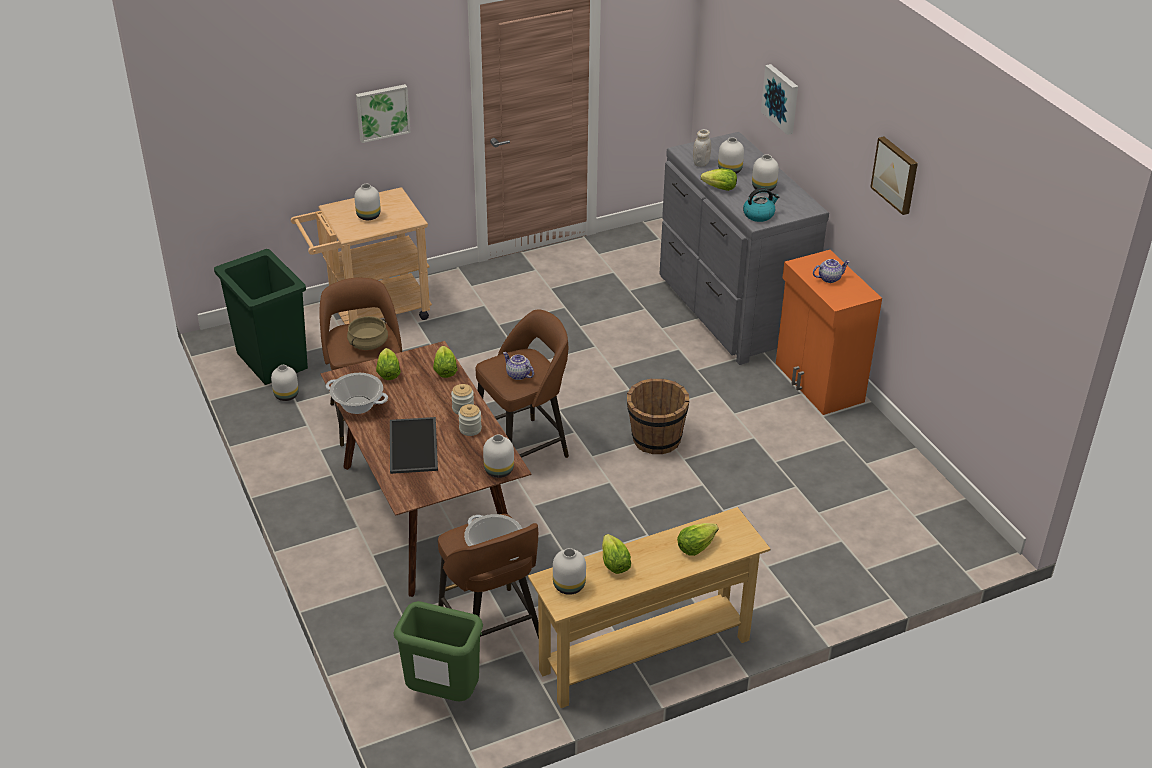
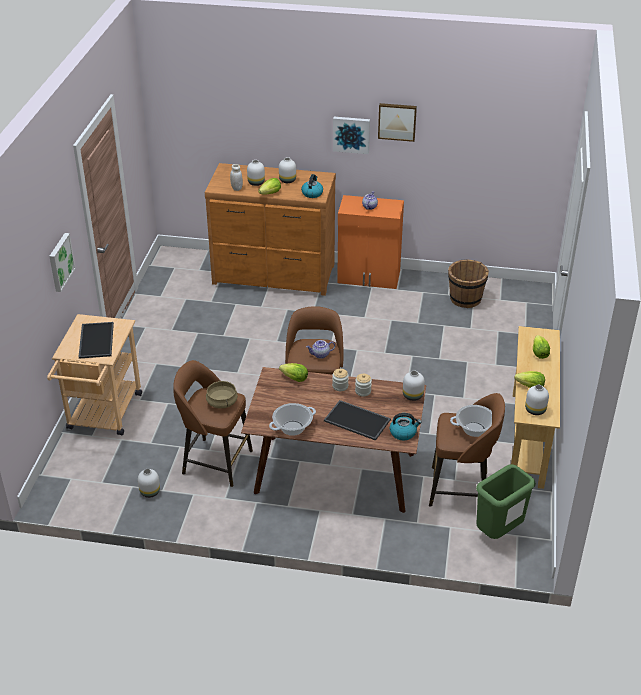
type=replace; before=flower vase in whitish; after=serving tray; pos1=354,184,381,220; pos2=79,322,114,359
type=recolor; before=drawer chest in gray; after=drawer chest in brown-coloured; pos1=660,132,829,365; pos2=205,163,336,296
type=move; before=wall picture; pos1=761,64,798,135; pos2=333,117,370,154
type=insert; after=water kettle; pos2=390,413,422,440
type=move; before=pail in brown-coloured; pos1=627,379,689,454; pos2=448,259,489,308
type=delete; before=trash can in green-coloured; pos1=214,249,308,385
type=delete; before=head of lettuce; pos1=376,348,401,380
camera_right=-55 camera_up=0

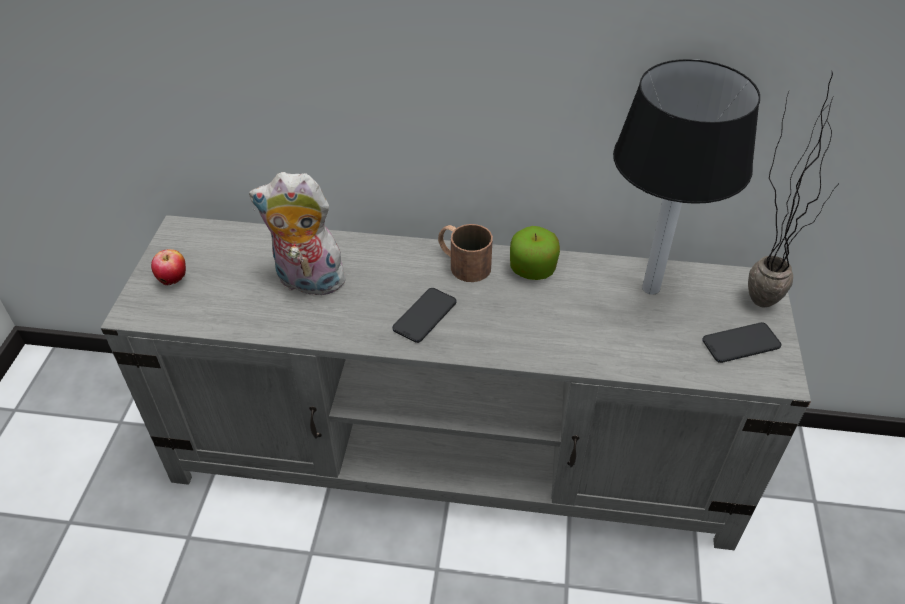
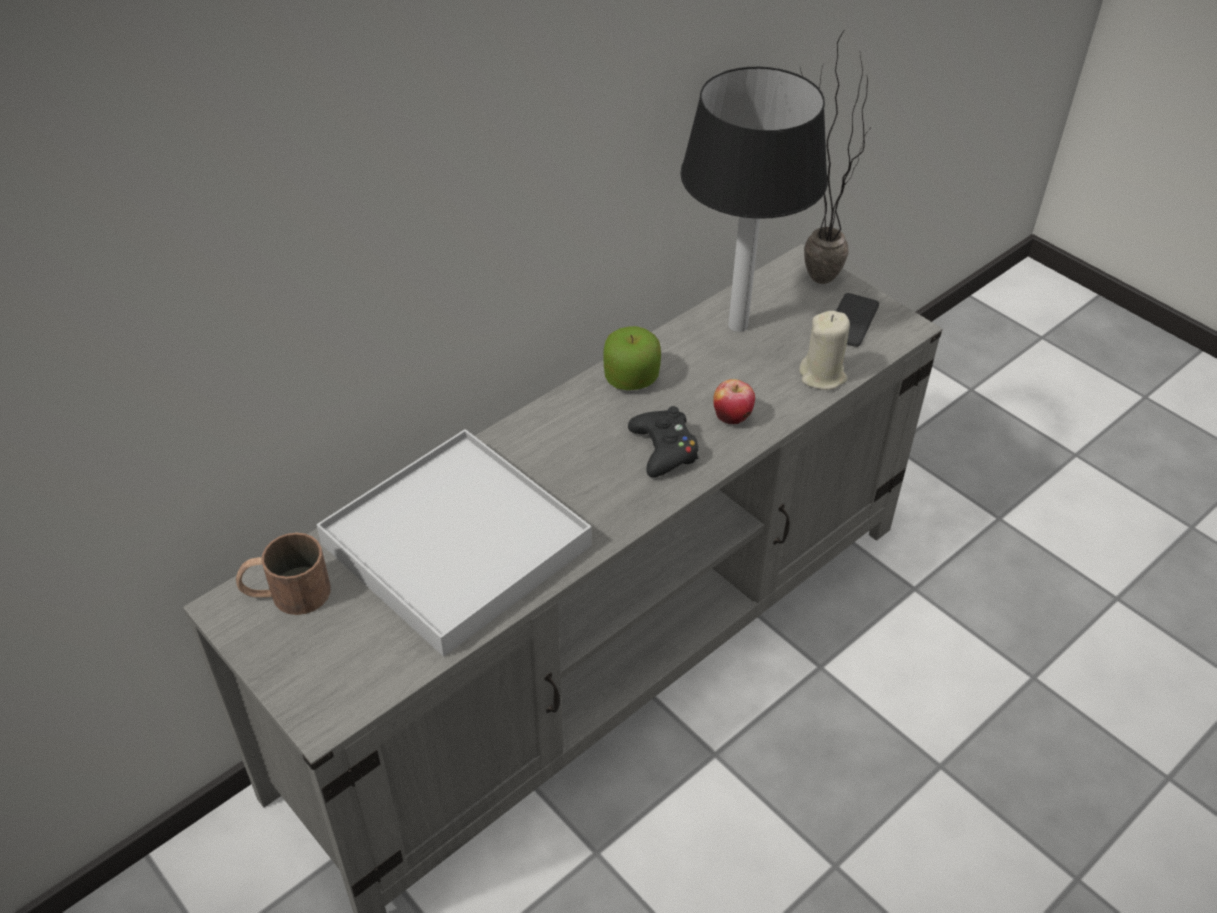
type=move; before=tea mug in brown-coloured; pos1=438,224,493,282; pos2=236,533,331,615
type=replace; before=plush toy; after=serving tray in whitish; pos1=249,172,346,296; pos2=316,429,592,657
type=insert; after=gamepad in black; pos2=628,406,699,477
type=move; before=whole apple; pos1=151,249,186,285; pos2=713,379,755,425
type=insert; after=wax light in beige-coloured; pos2=799,311,850,390
type=delete; before=handset; pos1=392,288,456,343
camera_right=-50 camera_up=0

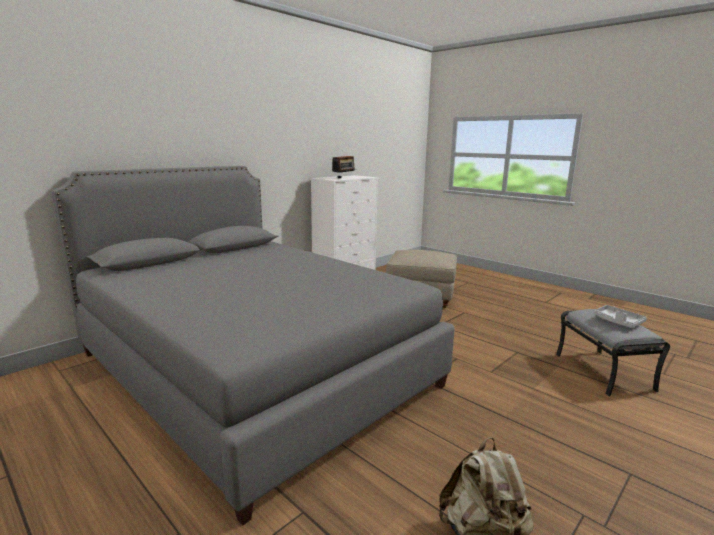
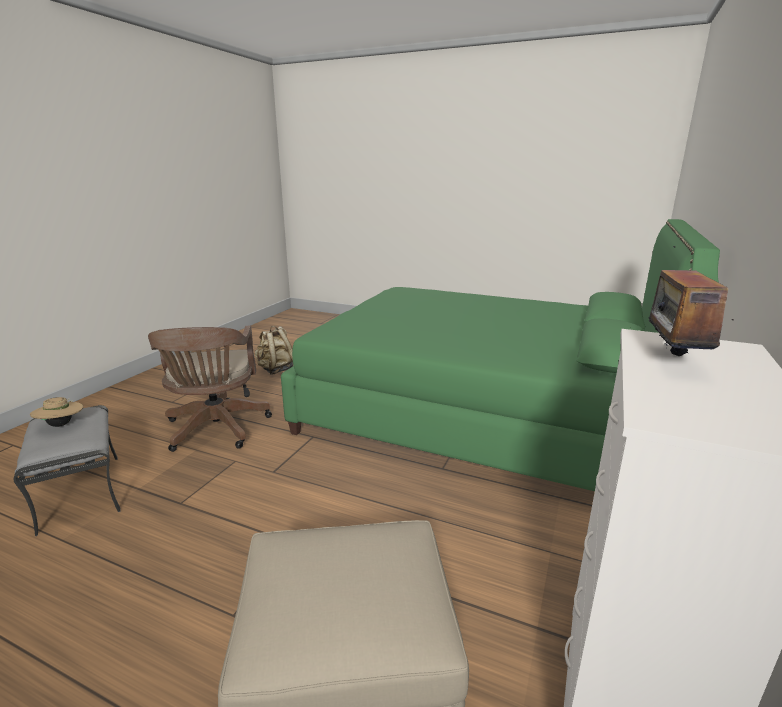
type=replace; before=serving tray in gray; after=hat in beige-coloured; pos1=595,305,647,328; pos2=30,397,83,427
type=insert; after=office chair in brown-coloured; pos2=148,326,272,452
type=recolor; before=bedroom bed in gray; after=bedroom bed in green-coloured; pos1=52,166,455,525; pos2=281,219,720,491
camera_right=160 camera_up=5

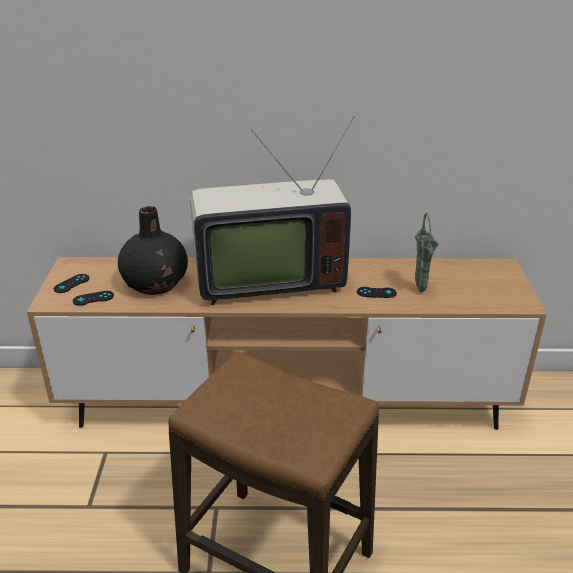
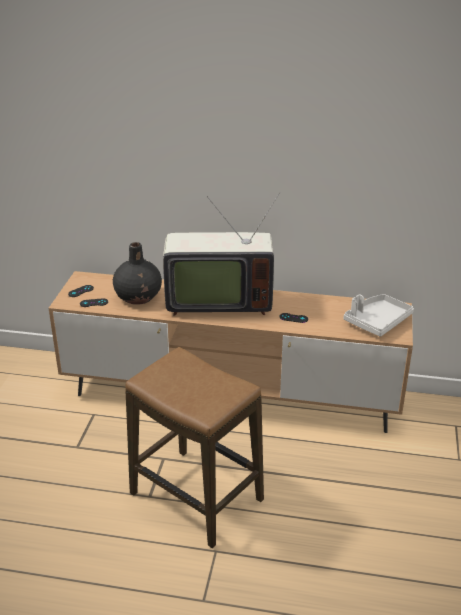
type=insert; after=serving tray in gray; pos2=344,294,414,337
type=delete; before=flower vase in green-coloured; pos1=415,213,439,292
camera_right=10 camera_up=0

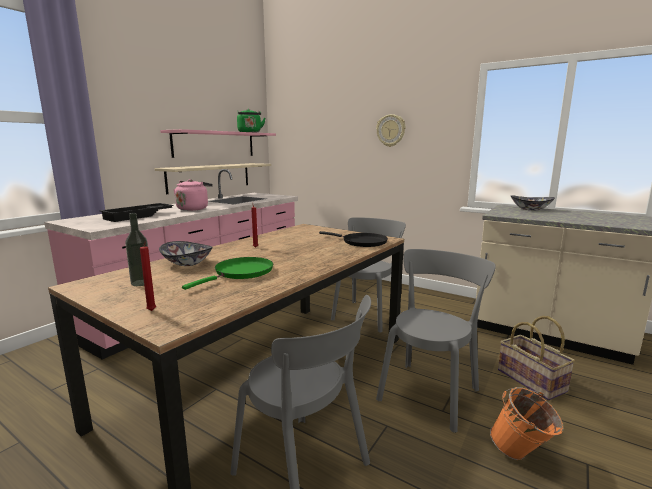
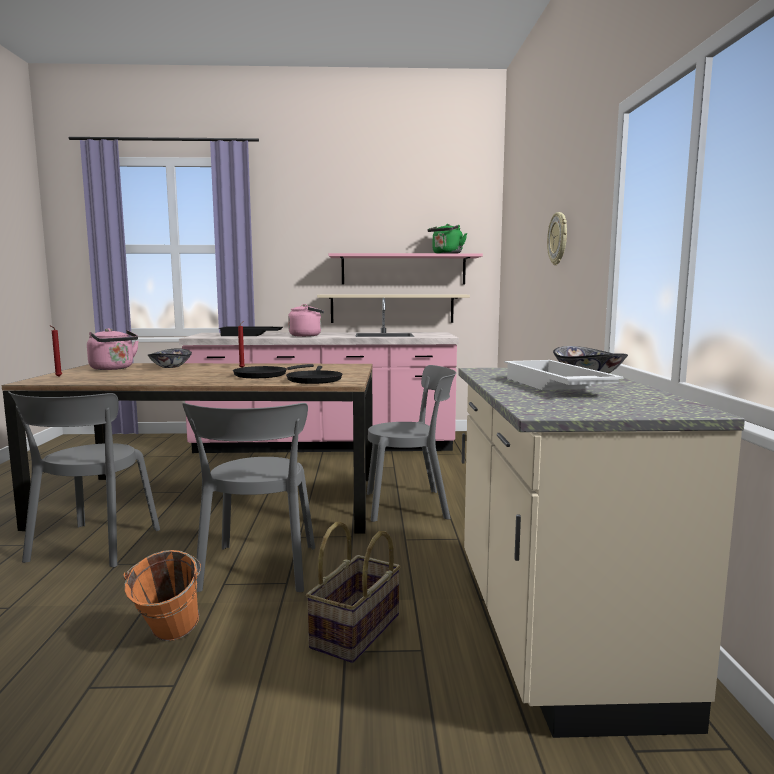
type=replace; before=drink bottle; after=water kettle in pink; pos1=125,213,148,286; pos2=87,328,139,370
type=rotate; before=plain chair in gray; pos1=376,249,496,433; pos2=183,403,315,592; turn=90
type=insert; after=pan in black; pos2=233,364,314,378
type=insert; after=serving tray in whitish; pos2=504,360,624,390
type=delete; before=pan in green-coloured; pos1=182,257,273,290
camera_right=55 camera_up=-5

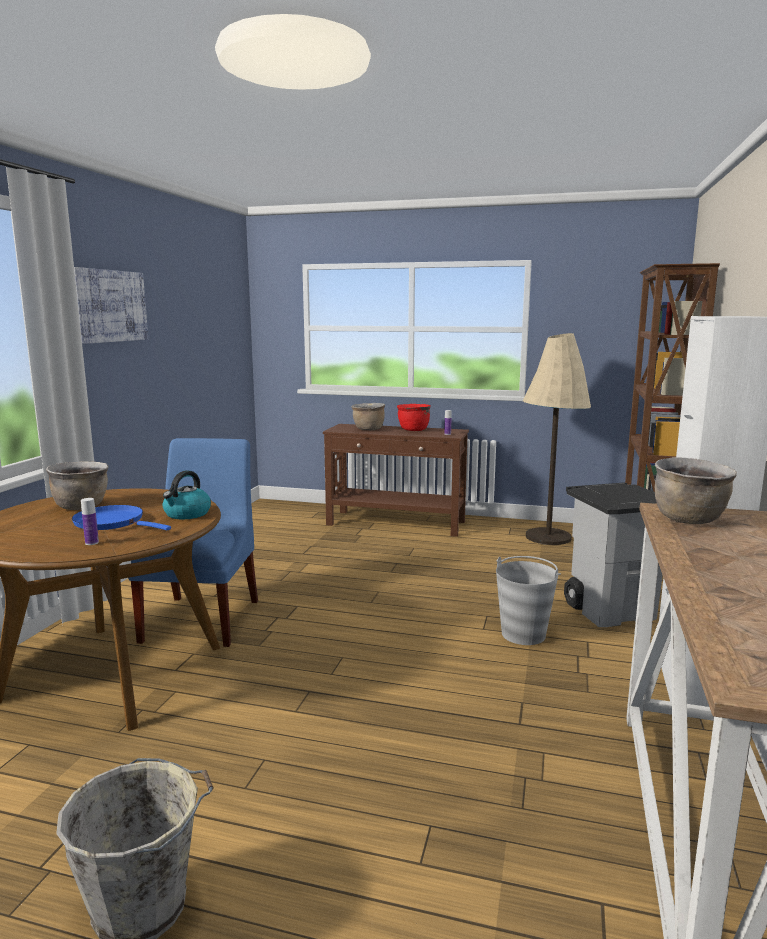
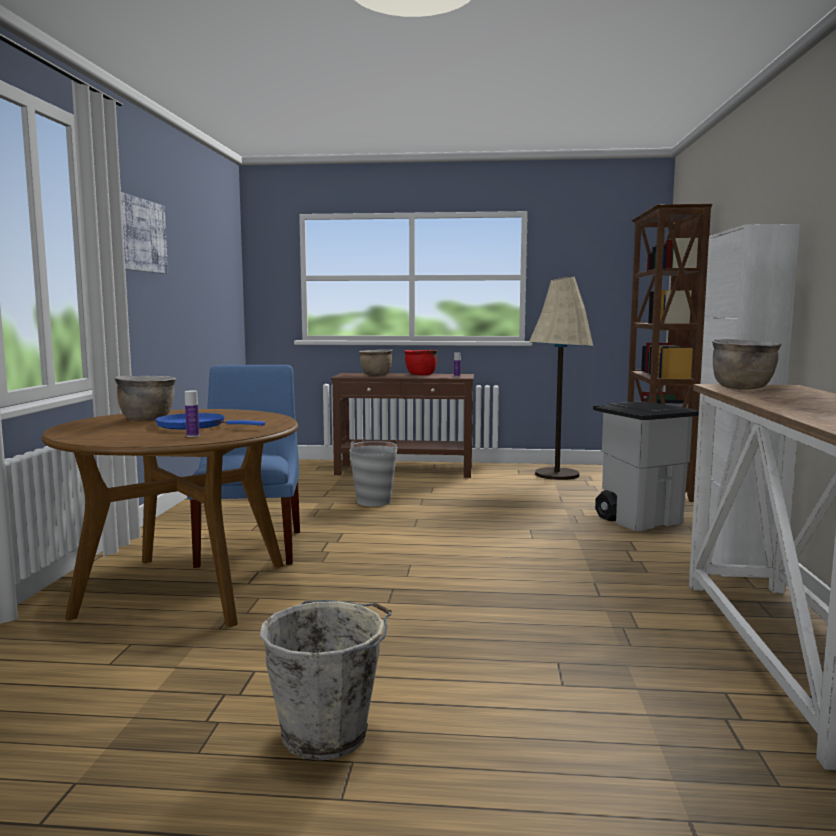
type=move; before=pail in gray; pos1=496,556,561,645; pos2=349,441,398,506
type=delete; before=water kettle; pos1=163,470,211,519
camera_right=-10 camera_up=-5

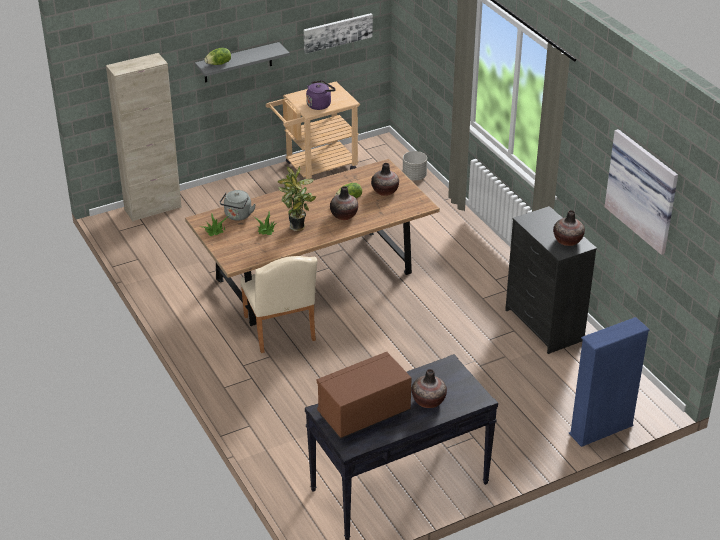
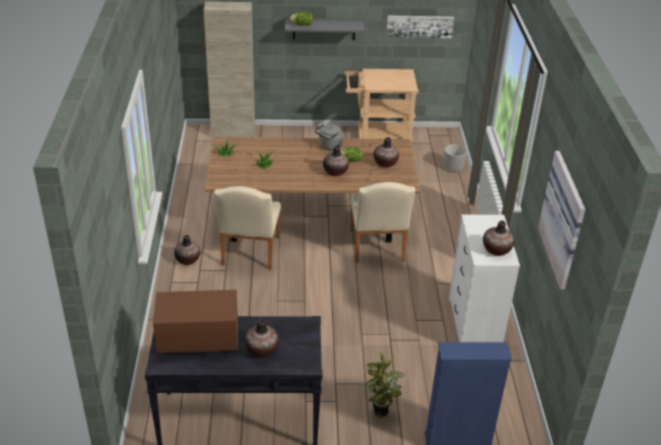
type=insert; after=flower vase; pos2=174,235,200,265
type=move; before=water kettle in gray; pos1=220,190,256,221; pos2=315,124,343,151
type=insert; after=plain chair in beige-coloured; pos2=350,182,416,263
type=move; before=plant in a pot; pos1=278,166,316,231; pos2=364,352,405,418
type=recolor; before=drawer chest in black; after=drawer chest in whitish; pos1=505,206,597,354; pos2=449,215,520,342
type=delete; before=water kettle in purple; pos1=306,80,336,110
camera_right=25 camera_up=0

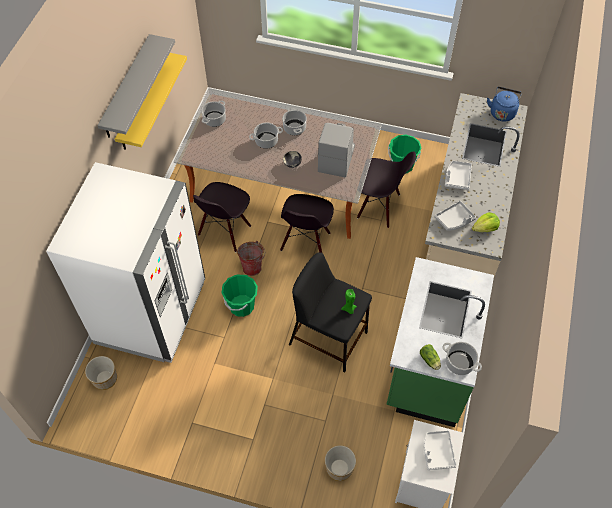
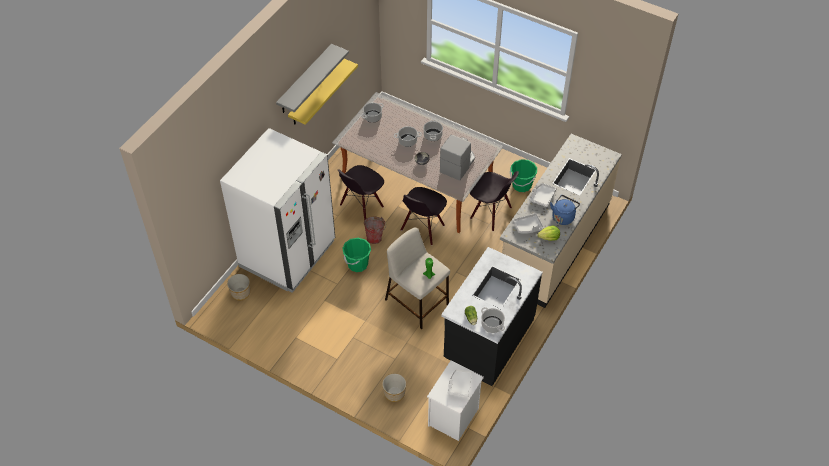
type=recolor; before=stool seat in black; after=stool seat in beige-coloured; pos1=289,252,372,372; pos2=385,228,450,329
type=recolor; before=kitchen counter in green-coloured; after=kitchen counter in black; pos1=387,257,494,427; pos2=441,247,543,386
type=move; before=water kettle in bluish; pos1=487,87,522,121; pos2=550,195,580,225
camera_right=15 camera_up=-5

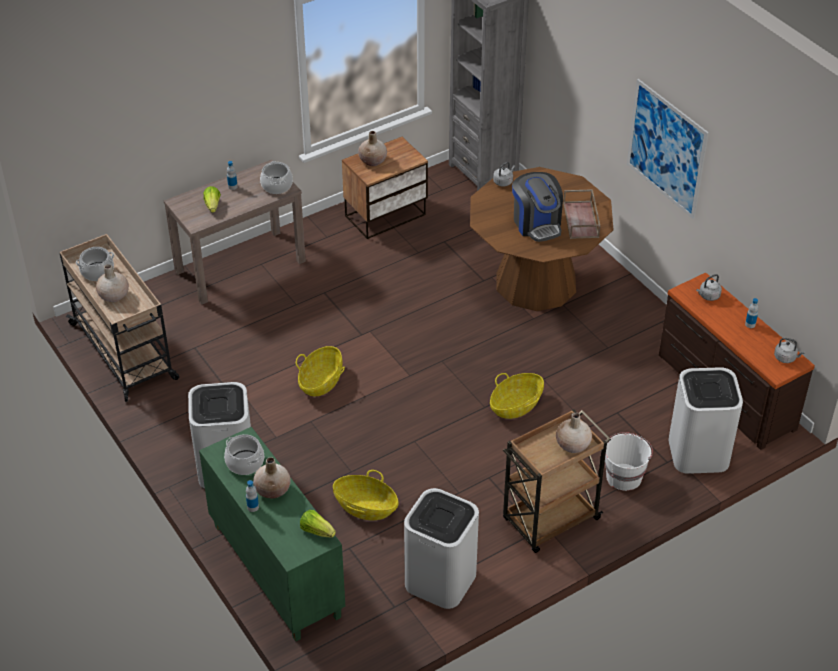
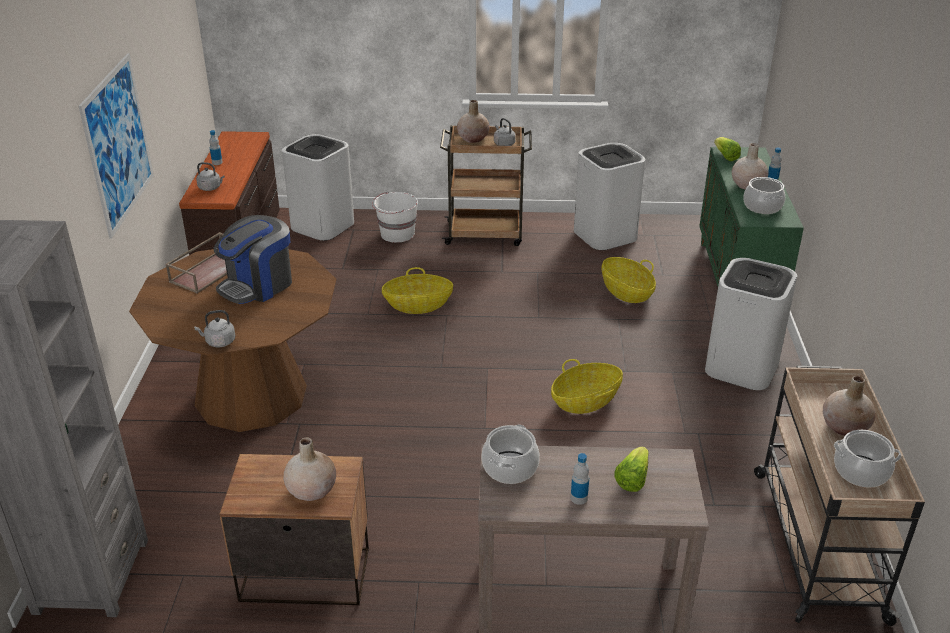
type=rotate; before=coffee machine; pos1=512,172,563,242; pos2=214,215,292,304; turn=-150
type=move; before=water kettle in gray; pos1=774,338,805,363; pos2=494,118,516,146
camera_right=-145 camera_up=-10

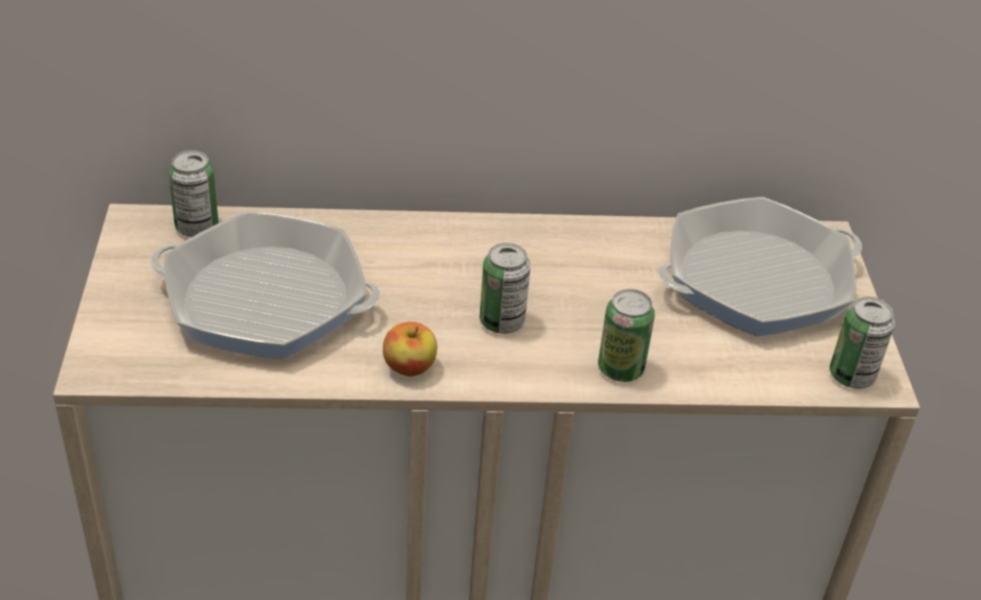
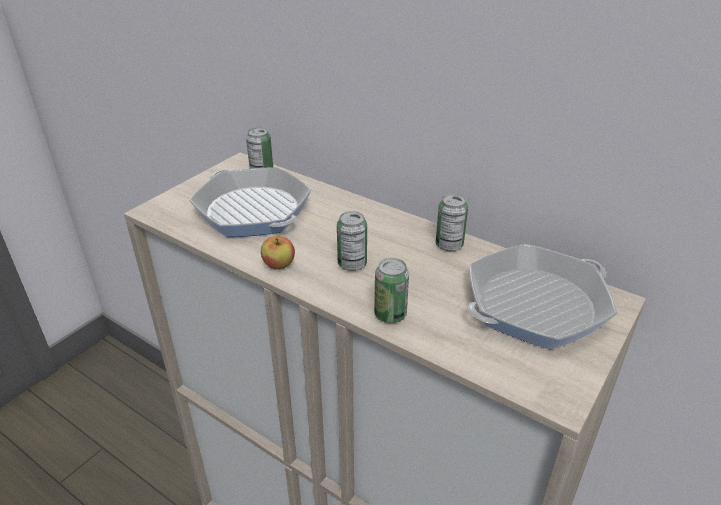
type=move; before=sealed can; pos1=830,297,895,389; pos2=436,194,468,251
type=rotate; before=pan; pos1=658,197,862,336; pos2=468,244,617,349; turn=135
camera_right=40 camera_up=-5

